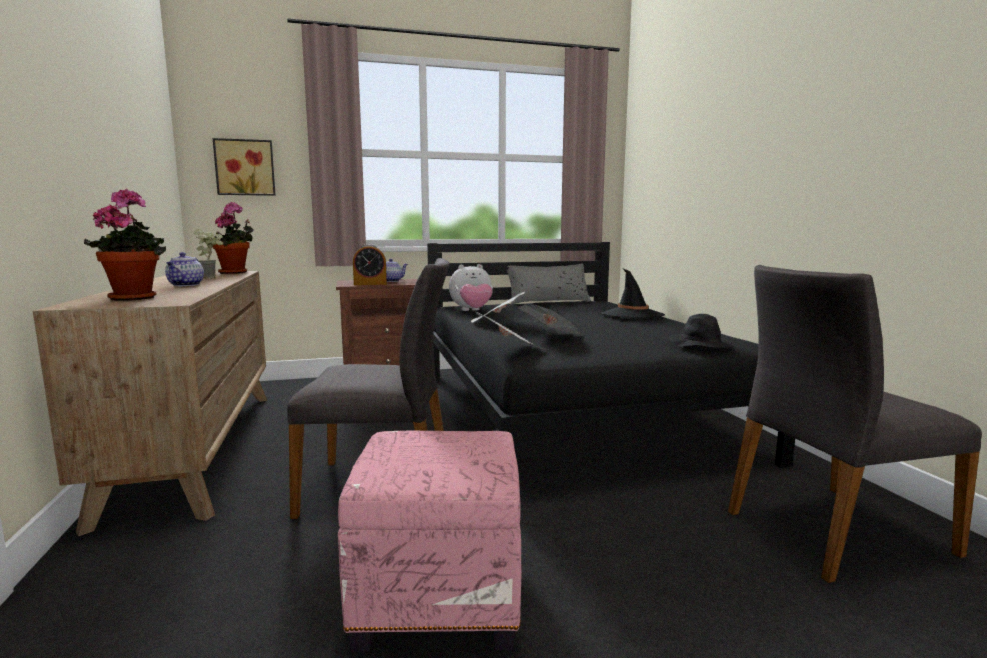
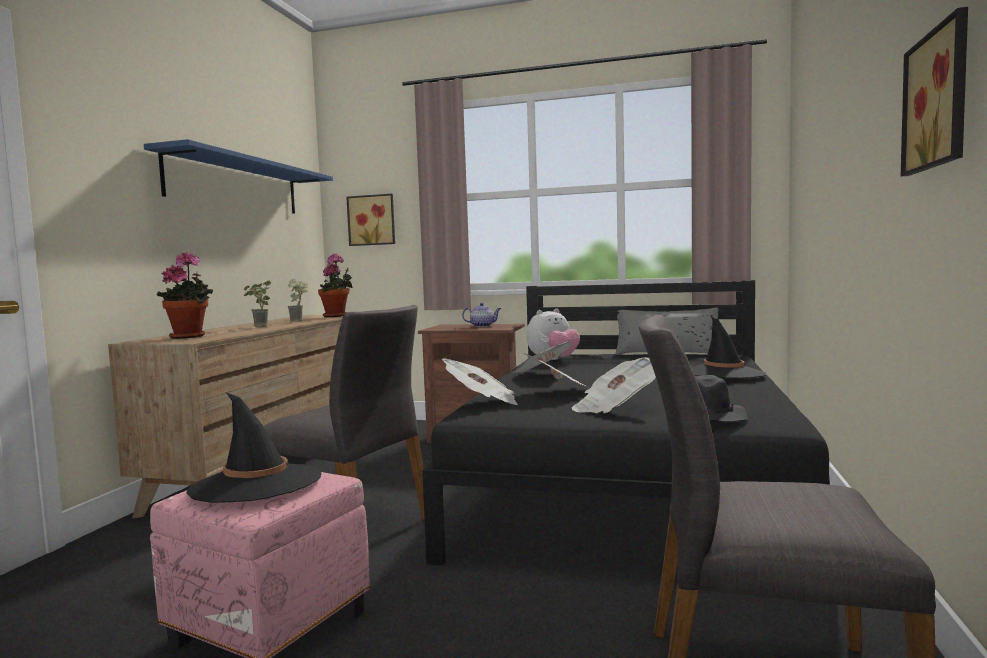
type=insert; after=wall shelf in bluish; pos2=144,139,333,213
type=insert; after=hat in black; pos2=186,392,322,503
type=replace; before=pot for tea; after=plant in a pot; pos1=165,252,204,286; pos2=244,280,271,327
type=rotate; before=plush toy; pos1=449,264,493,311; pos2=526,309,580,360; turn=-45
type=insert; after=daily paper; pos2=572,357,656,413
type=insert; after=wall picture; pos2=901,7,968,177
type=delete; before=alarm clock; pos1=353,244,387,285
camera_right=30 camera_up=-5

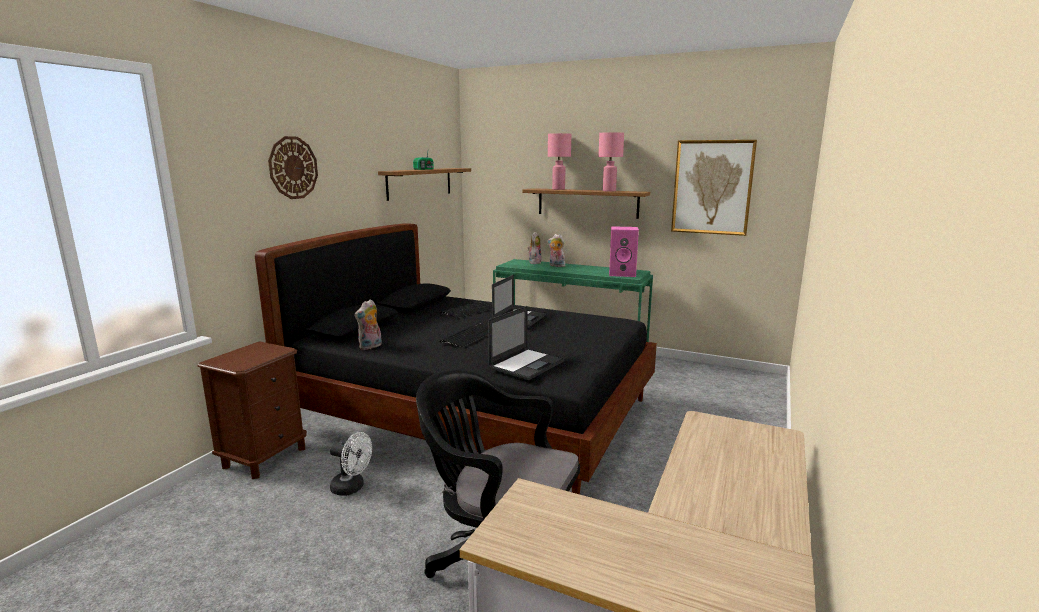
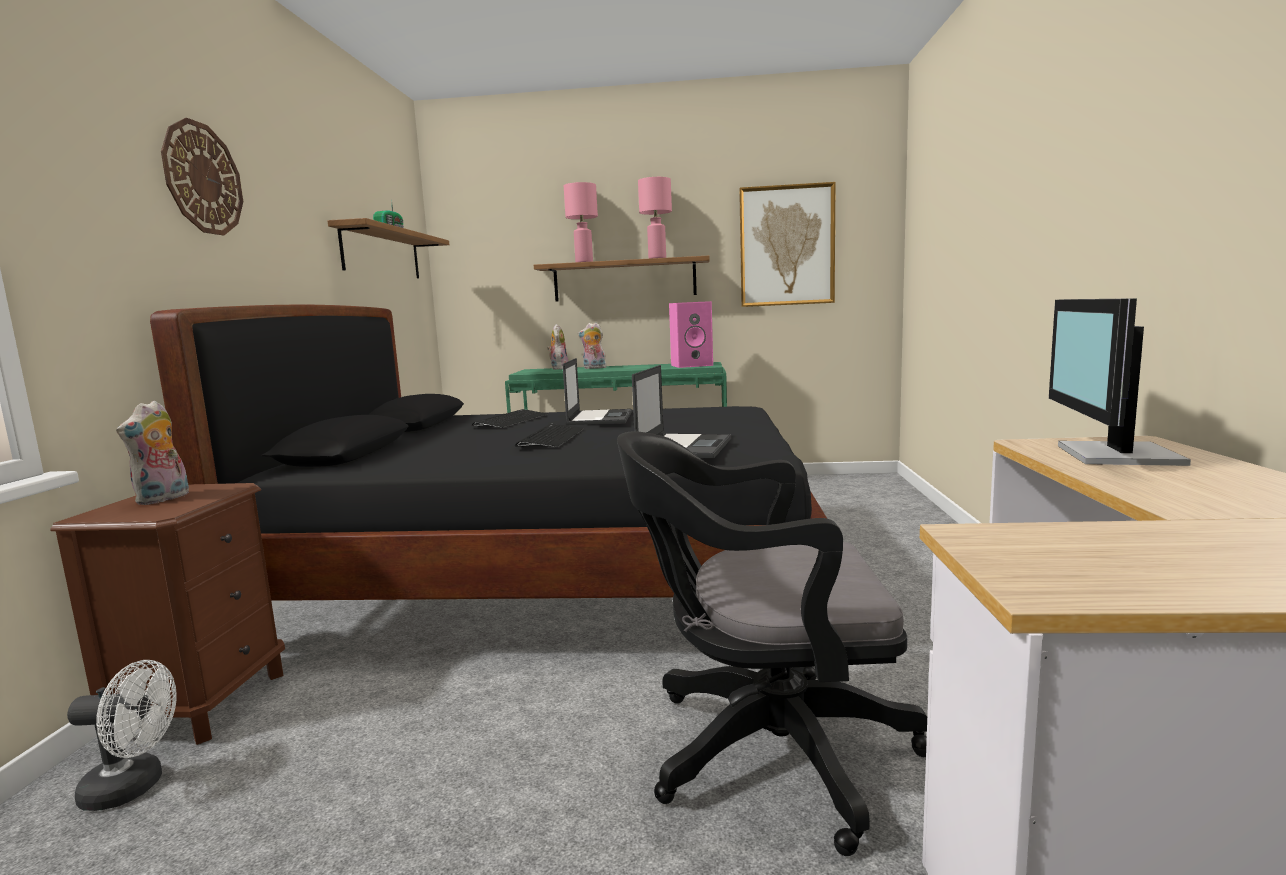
type=move; before=electric fan in whitish; pos1=330,432,372,496; pos2=67,660,177,811
type=move; before=plush toy; pos1=354,299,382,350; pos2=116,401,189,505
type=insert; after=computer display; pos2=1049,298,1191,466
camera_right=-20 camera_up=-5

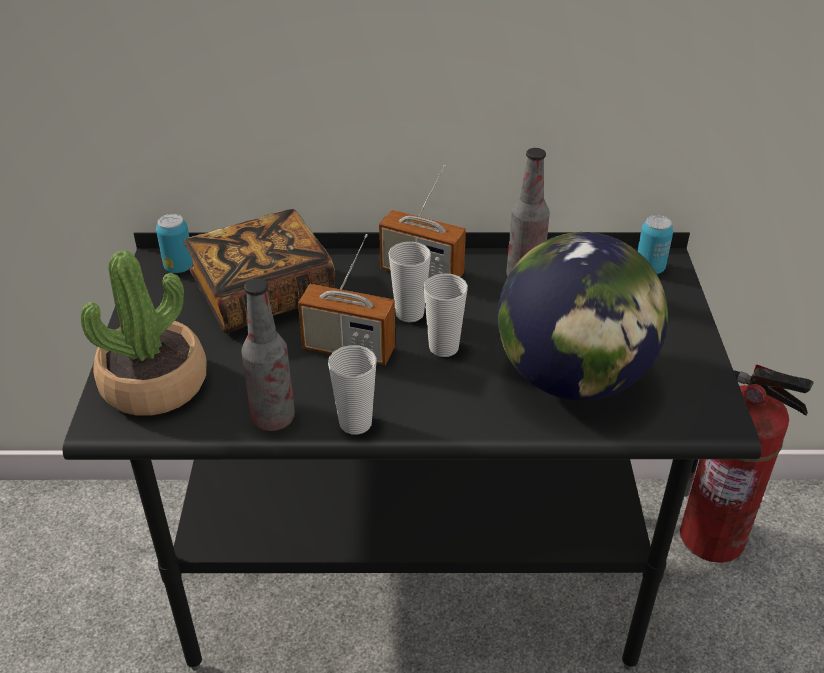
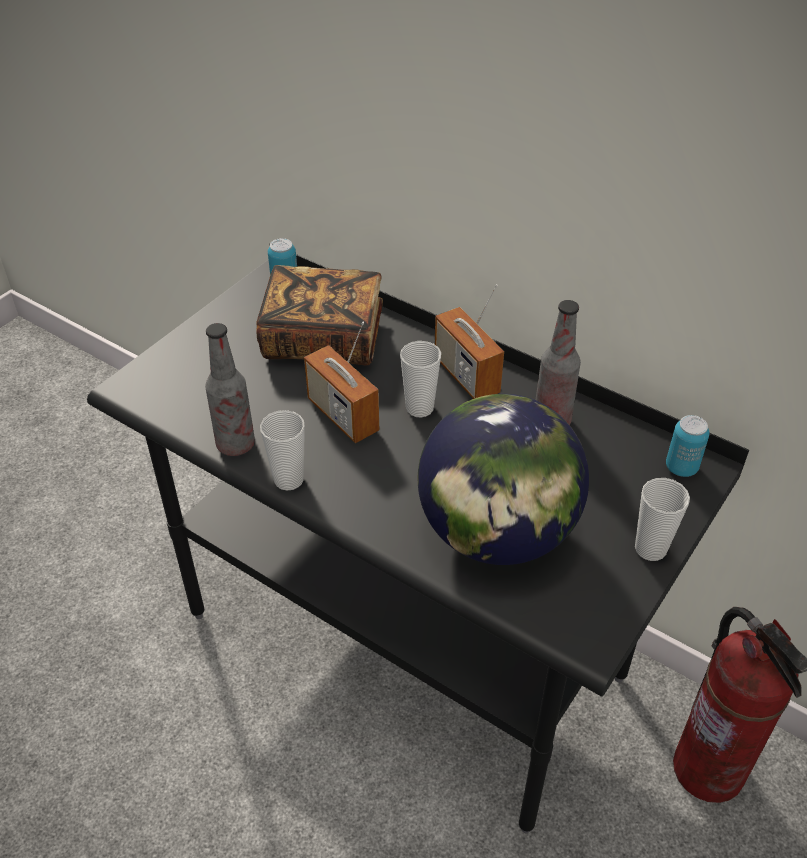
type=move; before=cup; pos1=424,273,468,357; pos2=635,478,690,561
type=delete; before=plant in a pot; pos1=81,250,206,416
camera_right=35 camera_up=5

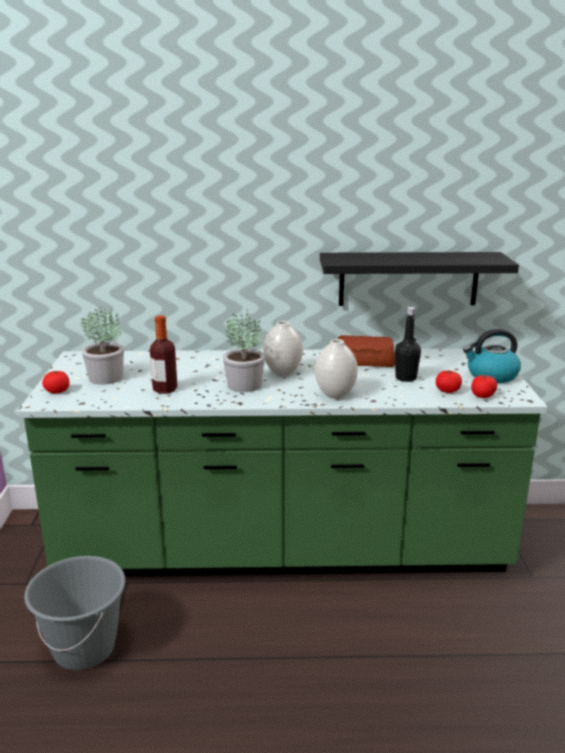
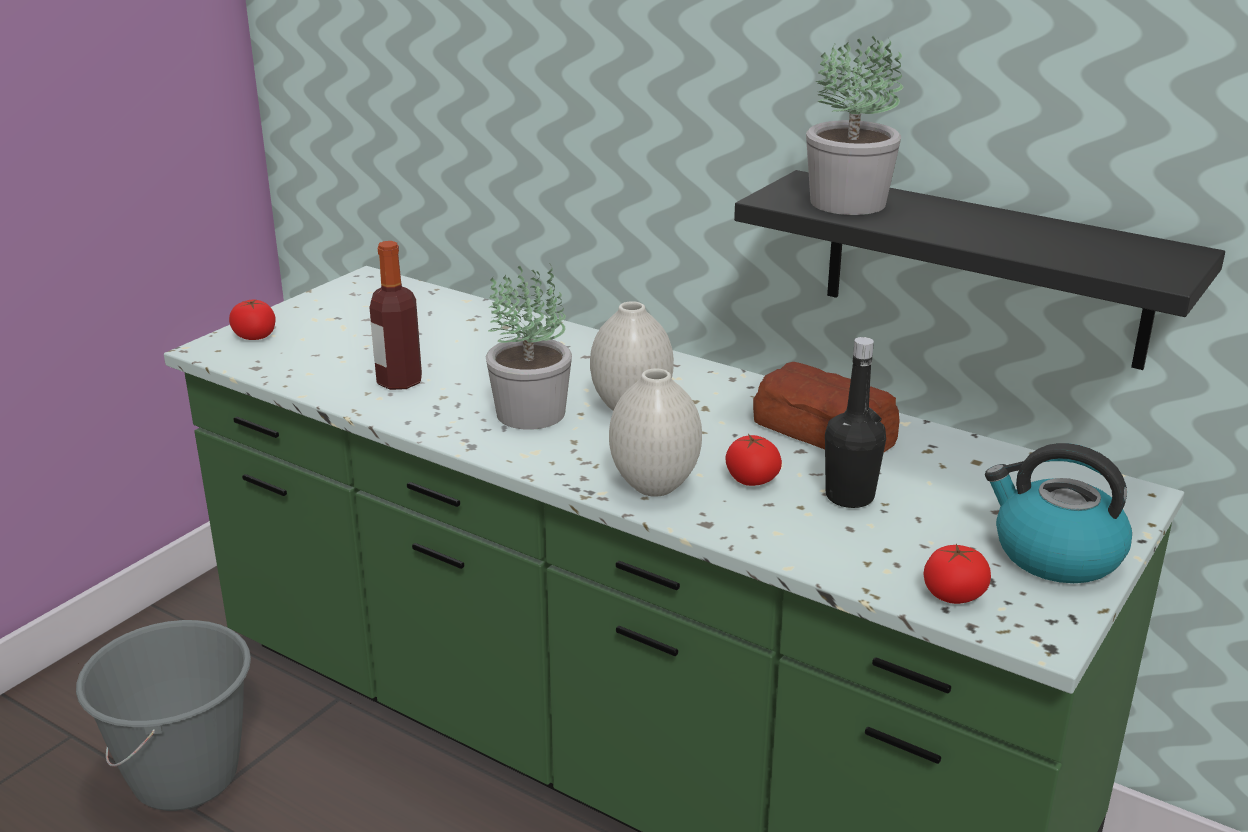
type=move; before=whole tomato; pos1=436,370,462,393; pos2=726,434,782,486
type=move; before=plant in a pot; pos1=81,307,124,385; pos2=806,36,904,215
camera_right=35 camera_up=5

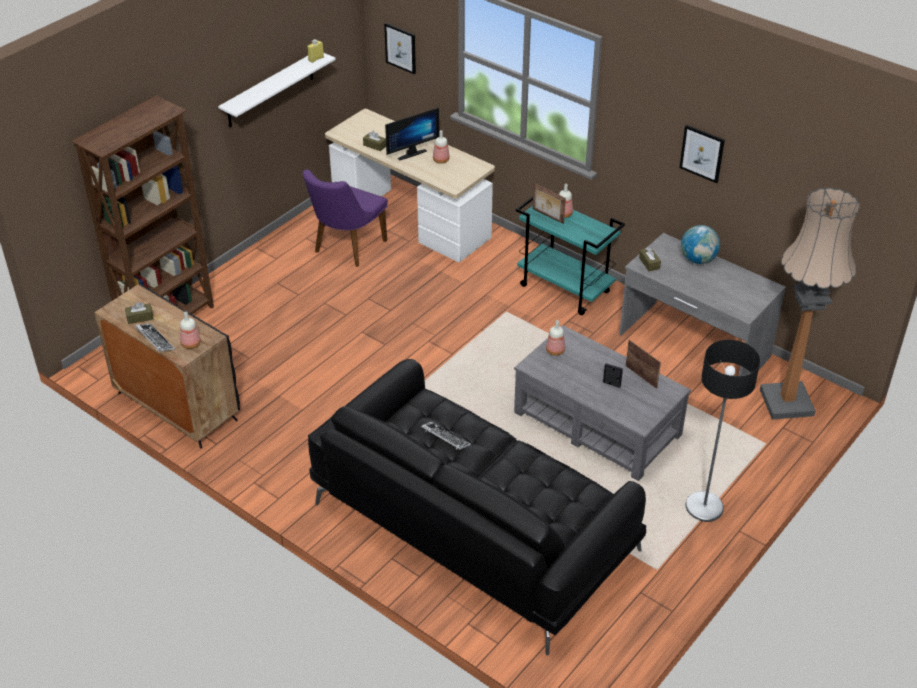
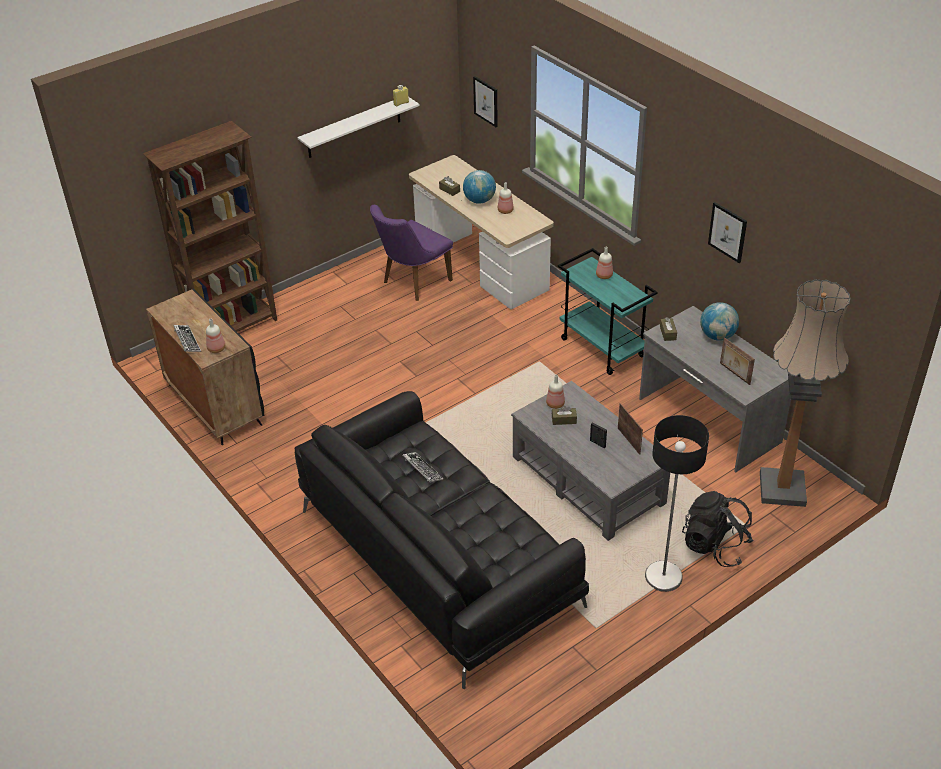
type=replace; before=computer display; after=world globe; pos1=385,108,439,160; pos2=463,170,496,204
type=move; before=tissue box in brown-coloured; pos1=125,302,153,324; pos2=552,406,577,425
type=insert; after=backpack in black; pos2=682,491,753,567
type=move; before=standing frame; pos1=533,183,566,224; pos2=720,337,755,385
camera_right=15 camera_up=0

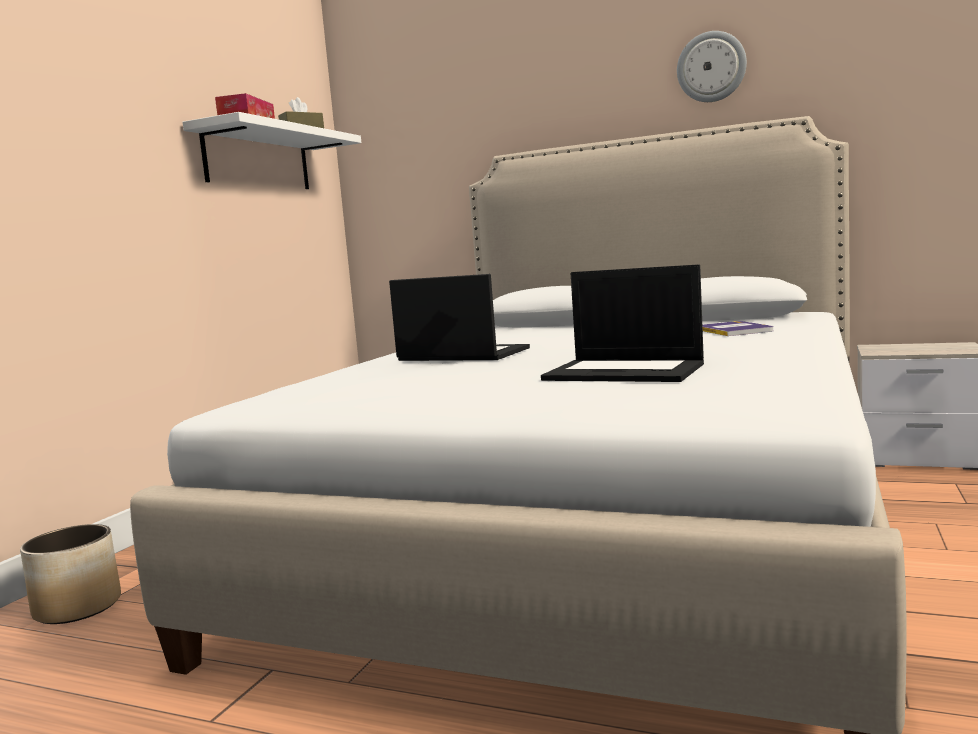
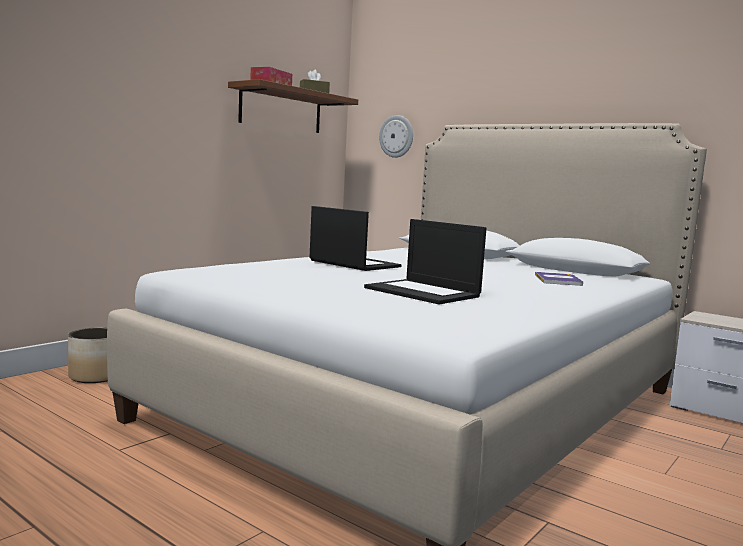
type=recolor; before=wall shelf in whitish; after=wall shelf in brown-coloured; pos1=183,112,361,189; pos2=228,79,358,133
type=move; before=hanging clock; pos1=677,31,747,102; pos2=379,115,413,158
camera_right=15 camera_up=0

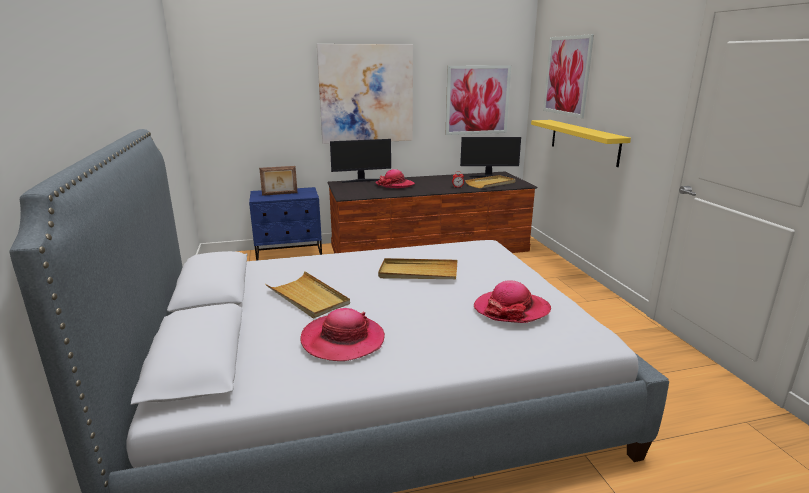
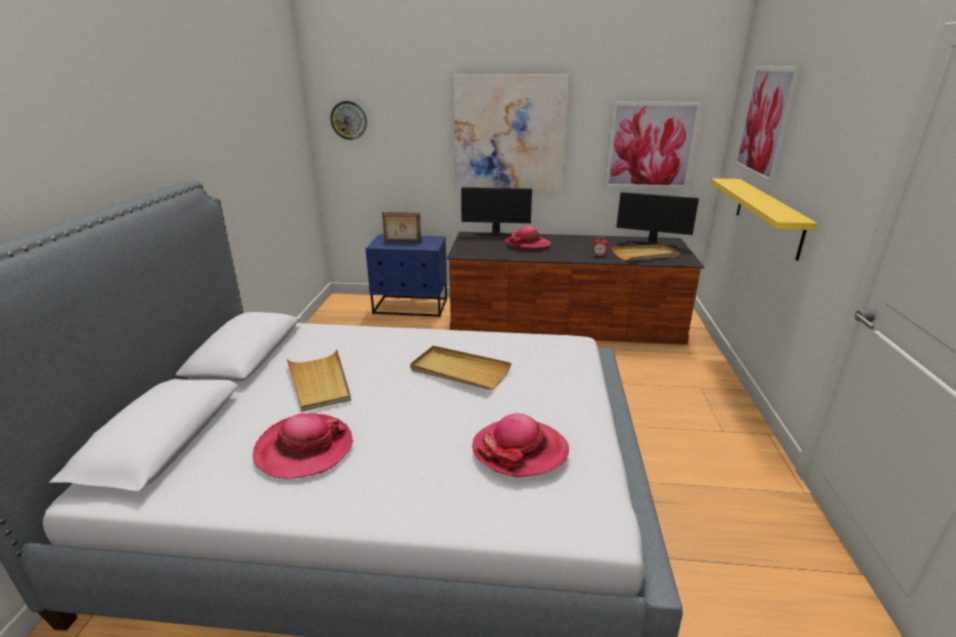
type=insert; after=hanging clock; pos2=330,101,367,140
camera_right=20 camera_up=5

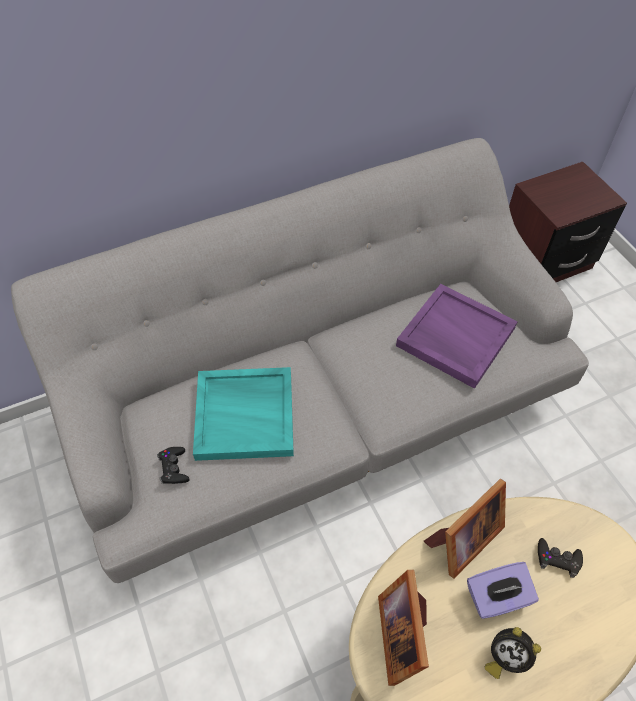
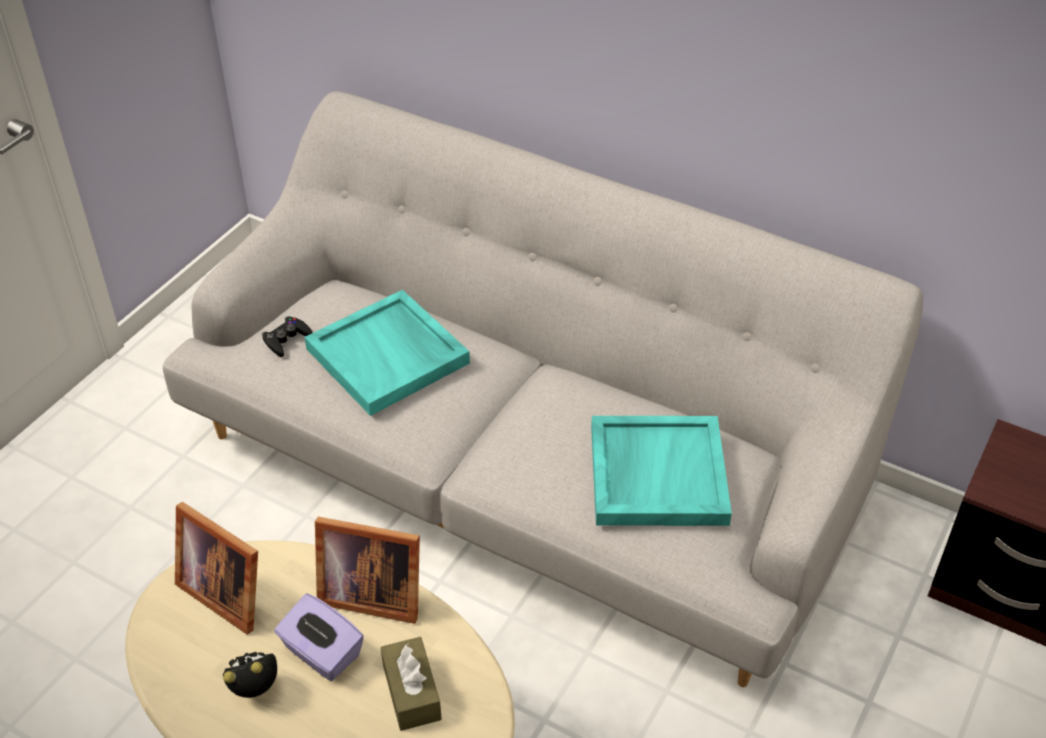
type=rotate; before=standing frame; pos1=378,570,429,686; pos2=175,502,258,635; turn=-105
type=rotate; before=alarm clock; pos1=485,627,541,679; pos2=223,652,277,698; turn=75
type=replace; before=gamepad in black; after=tissue box in brown-coloured; pos1=538,538,583,578; pos2=381,637,442,731
type=recolor; before=serving tray in purple; after=serving tray in turquoise; pos1=396,284,518,389; pos2=591,416,732,526
camera_right=55 camera_up=-10

